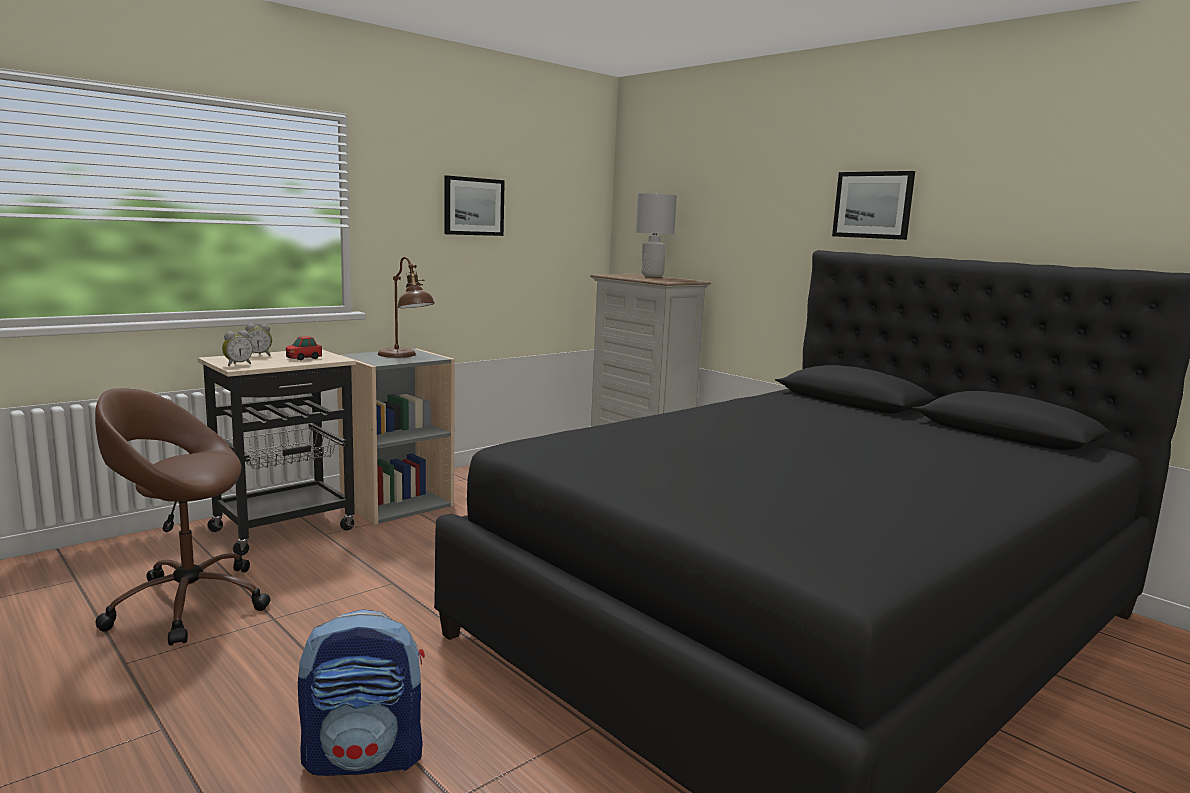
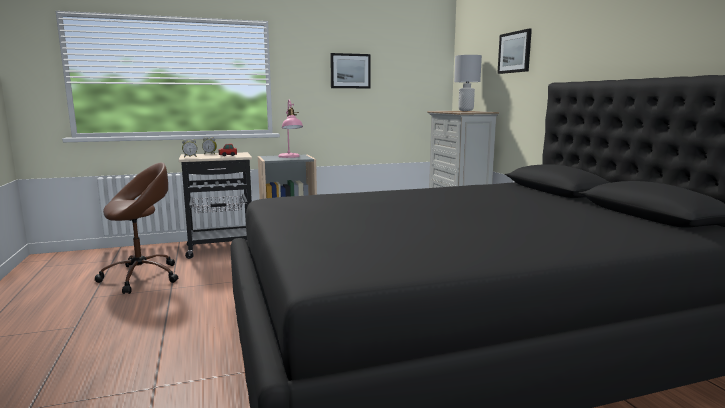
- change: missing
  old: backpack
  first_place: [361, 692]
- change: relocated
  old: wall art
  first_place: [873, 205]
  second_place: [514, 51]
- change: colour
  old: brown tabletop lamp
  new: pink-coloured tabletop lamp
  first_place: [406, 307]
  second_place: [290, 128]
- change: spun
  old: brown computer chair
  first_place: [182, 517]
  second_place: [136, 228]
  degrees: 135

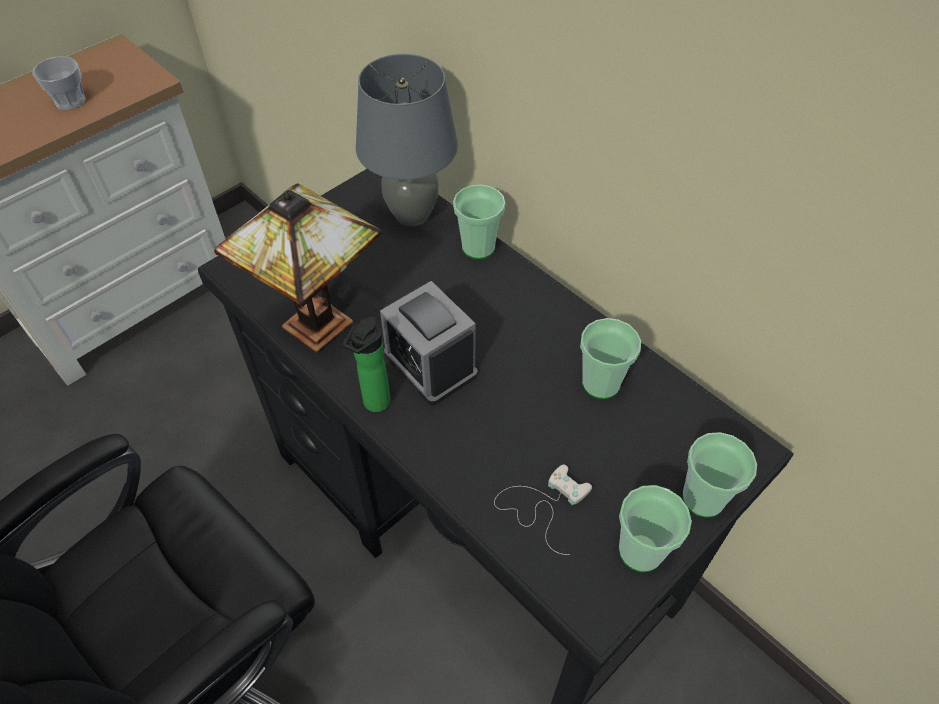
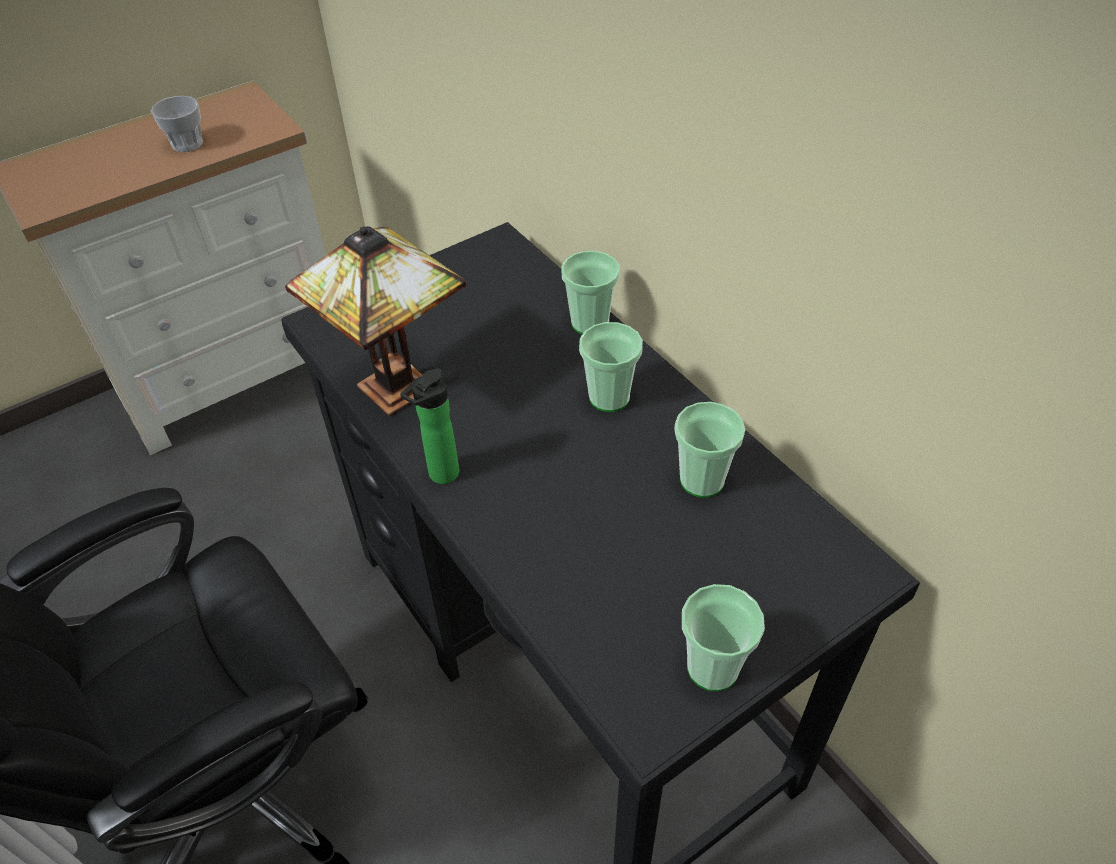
- change: missing
  old: gray tabletop lamp
  first_place: [407, 140]
- change: missing
  old: table clock
  first_place: [429, 343]
- change: missing
  old: whitish game controller
  first_place: [543, 509]
- change: relocated
  old: small cup
  first_place: [719, 475]
  second_place: [611, 367]

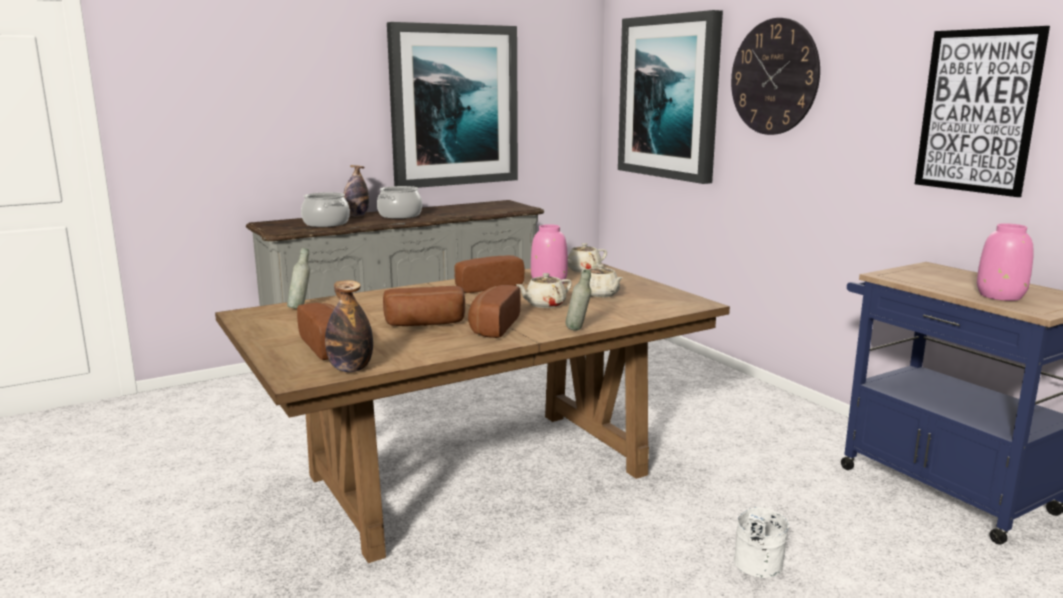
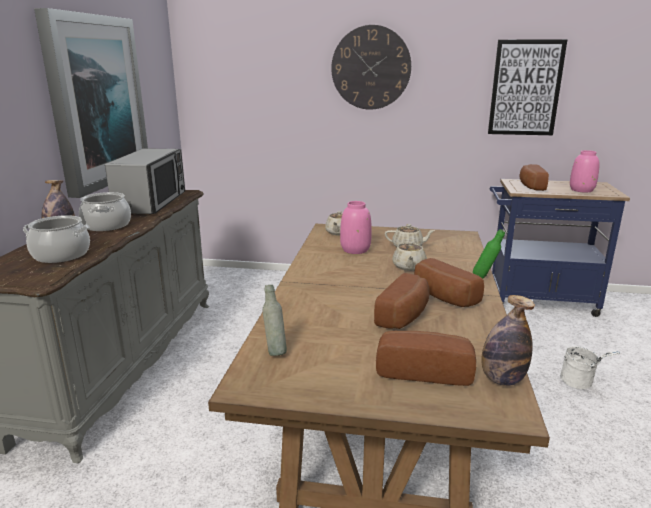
- change: missing
  old: wall art
  first_place: [670, 97]
- change: appeared
  new: microwave oven
  second_place: [145, 181]
- change: relocated
  old: bread
  first_place: [489, 274]
  second_place: [534, 177]
- change: colour
  old: gray beverage bottle
  new: greenish beverage bottle
  first_place: [578, 299]
  second_place: [489, 254]

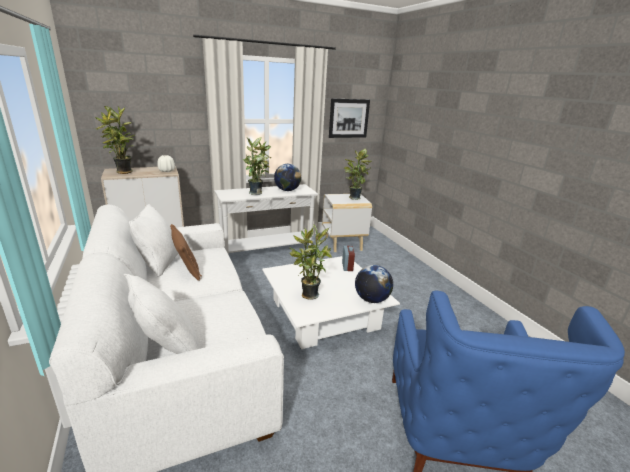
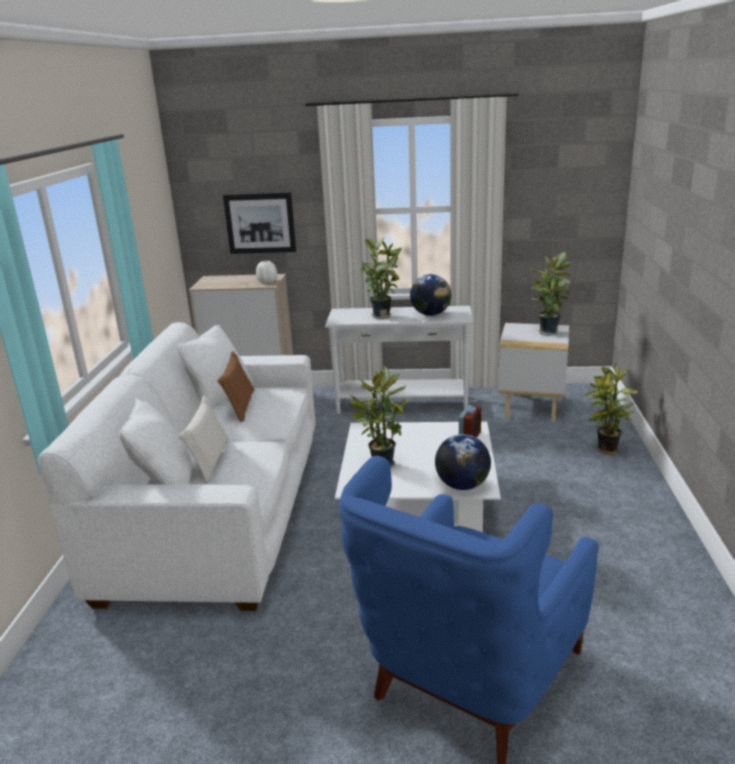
- change: appeared
  new: whitish throw pillow
  second_place: [203, 440]
- change: relocated
  old: plant in a pot
  first_place: [115, 140]
  second_place: [610, 409]
- change: relocated
  old: wall art
  first_place: [349, 118]
  second_place: [259, 223]

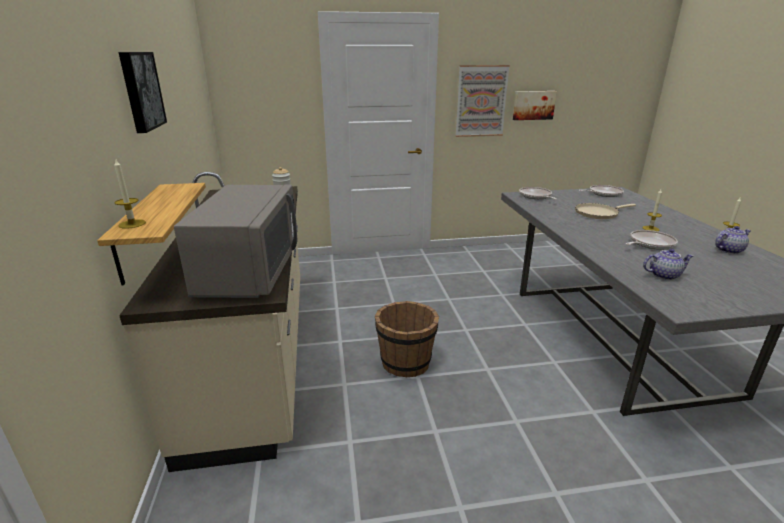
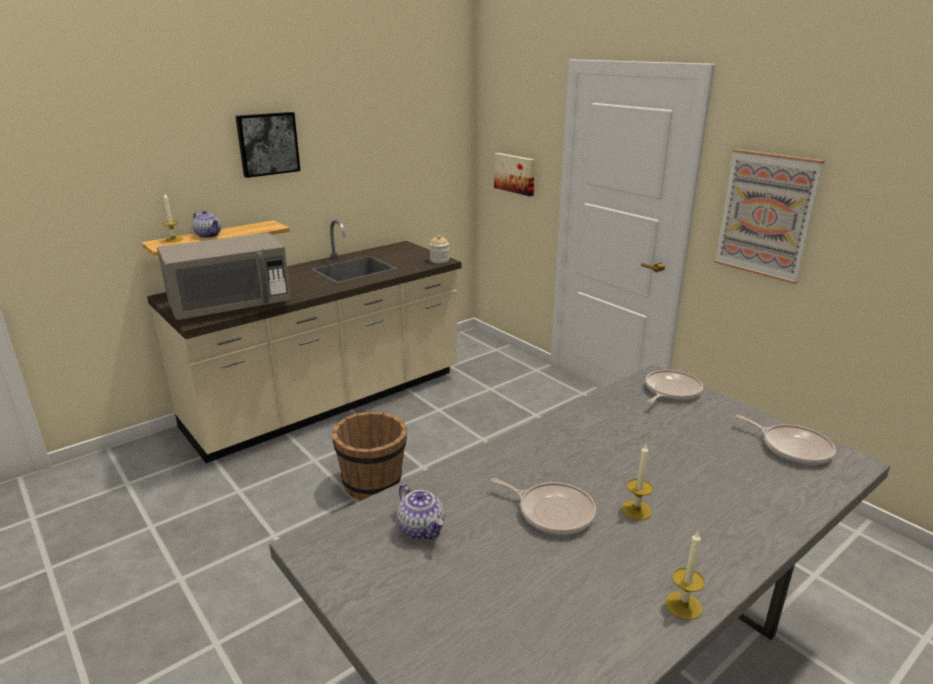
- change: missing
  old: sand-coloured skillet
  first_place: [605, 211]
- change: relocated
  old: wall art
  first_place: [535, 105]
  second_place: [514, 174]
- change: relocated
  old: teapot
  first_place: [733, 240]
  second_place: [207, 224]

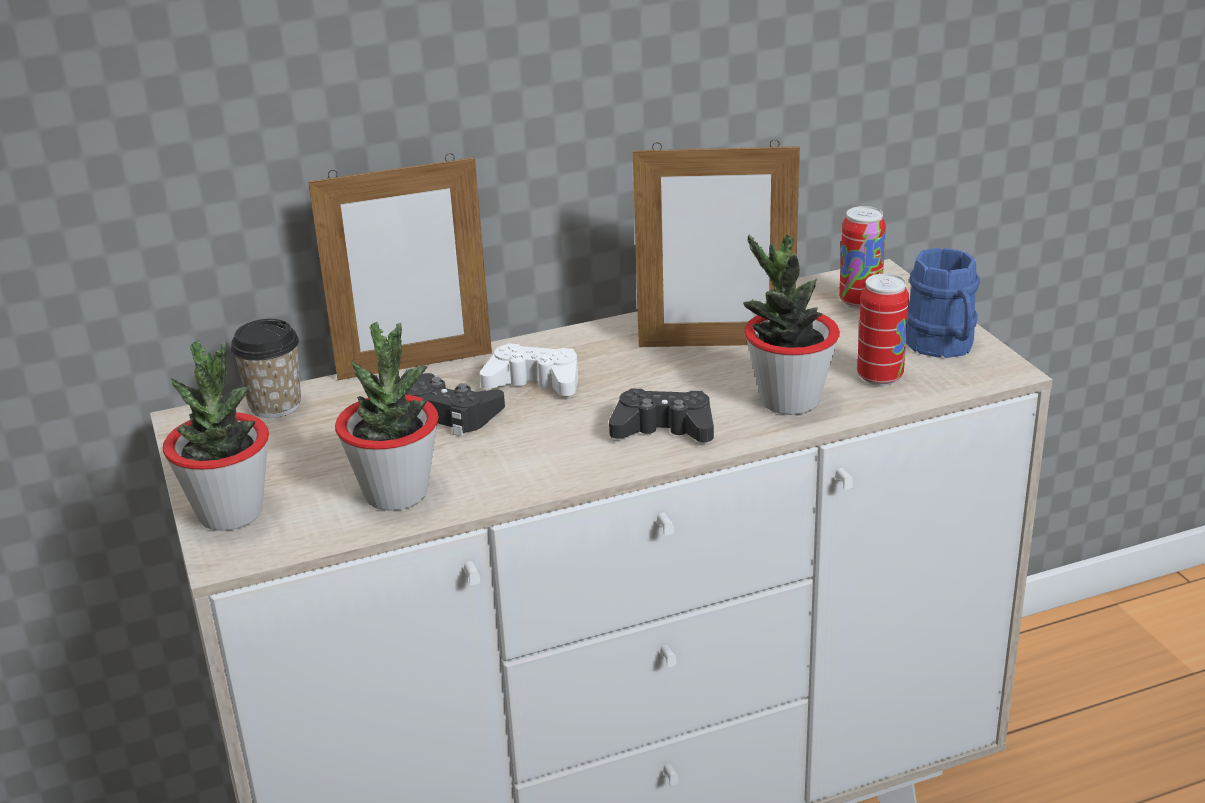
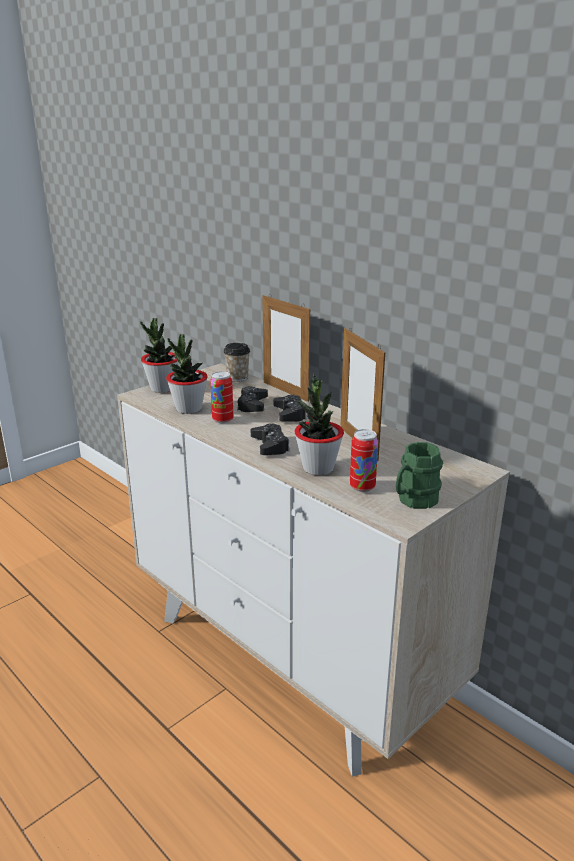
- change: relocated
  old: metal can
  first_place: [862, 257]
  second_place: [222, 397]
- change: colour
  old: whitish game controller
  new: black-coloured game controller
  first_place: [529, 369]
  second_place: [290, 408]
- change: colour
  old: bluish tea mug
  new: greenish tea mug
  first_place: [943, 303]
  second_place: [419, 475]

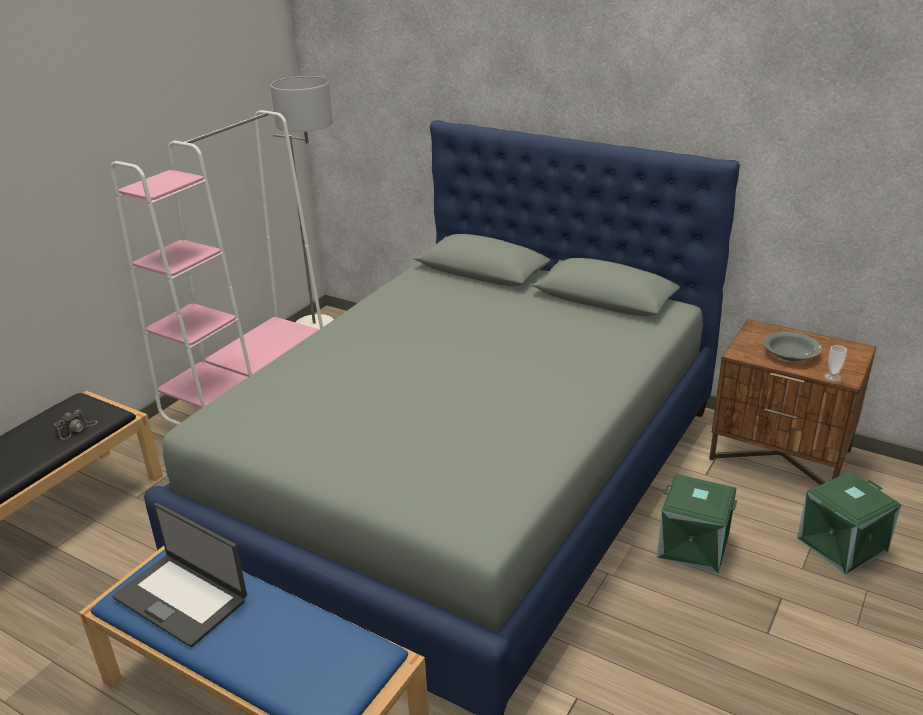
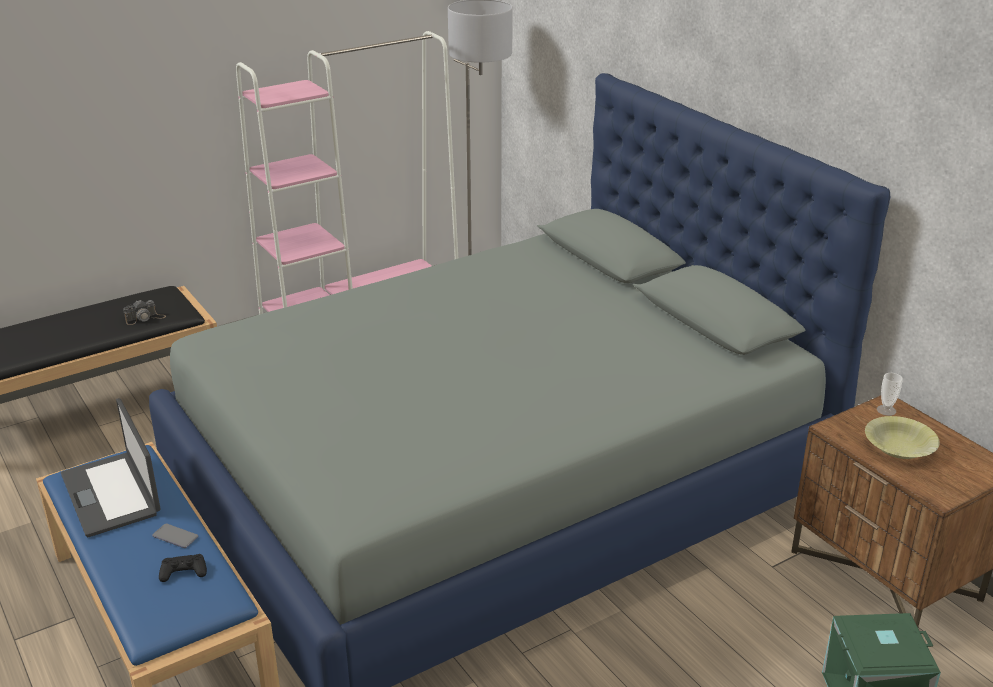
- change: missing
  old: greenish storage container
  first_place: [697, 524]
- change: appeared
  new: handset
  second_place: [175, 536]
- change: appeared
  new: black-coloured game controller
  second_place: [183, 568]
- change: relocated
  old: small cup
  first_place: [835, 363]
  second_place: [890, 394]
- change: colour
  old: gray deep dish
  new: yellowish deep dish
  first_place: [793, 346]
  second_place: [902, 437]

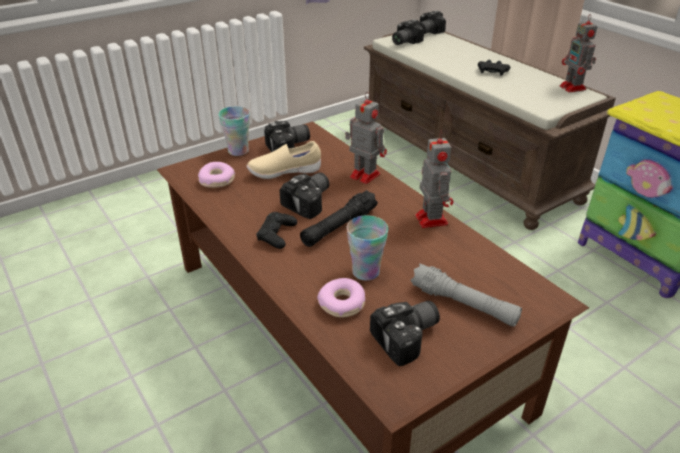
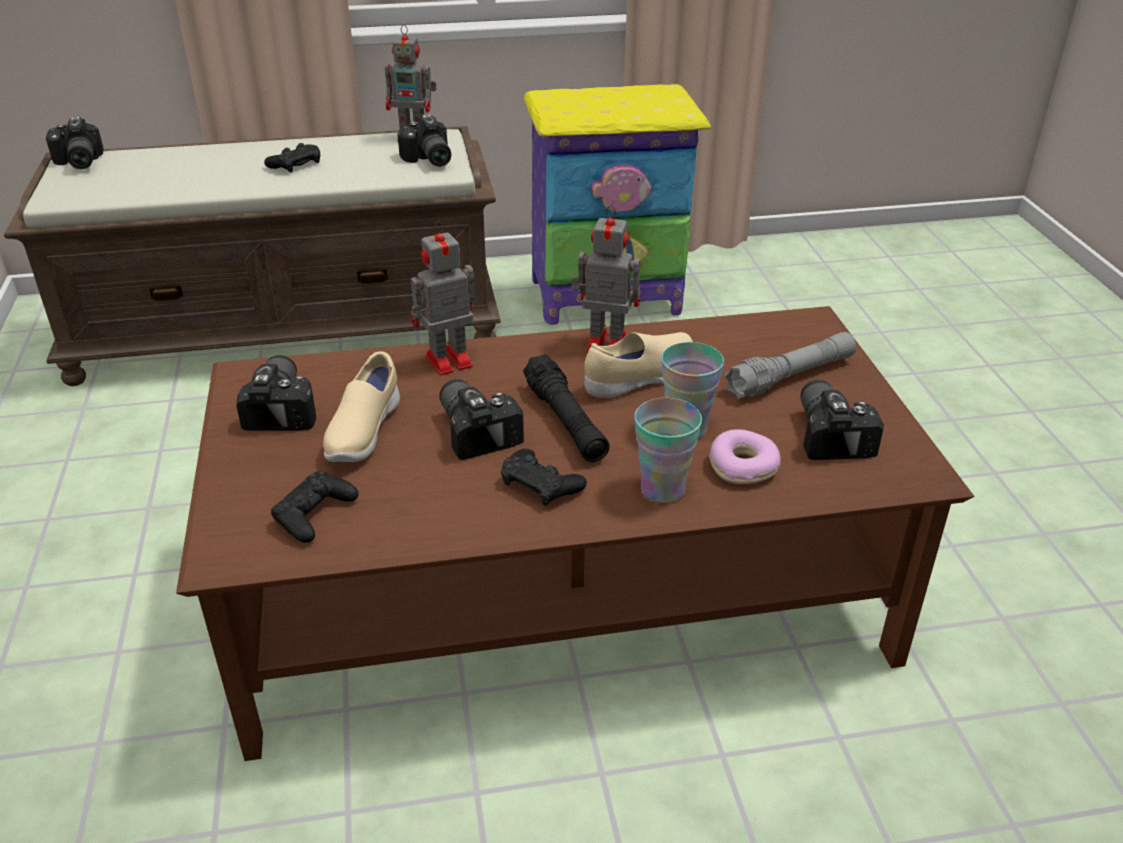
- change: appeared
  new: sand-coloured item of footwear
  second_place: [638, 365]
- change: relocated
  old: small cup
  first_place: [234, 131]
  second_place: [668, 450]
- change: relocated
  old: still camera
  first_place: [408, 32]
  second_place: [424, 141]
- change: exchanged
  old: doughnut
  new: black-coloured game controller
  first_place: [216, 175]
  second_place: [315, 507]

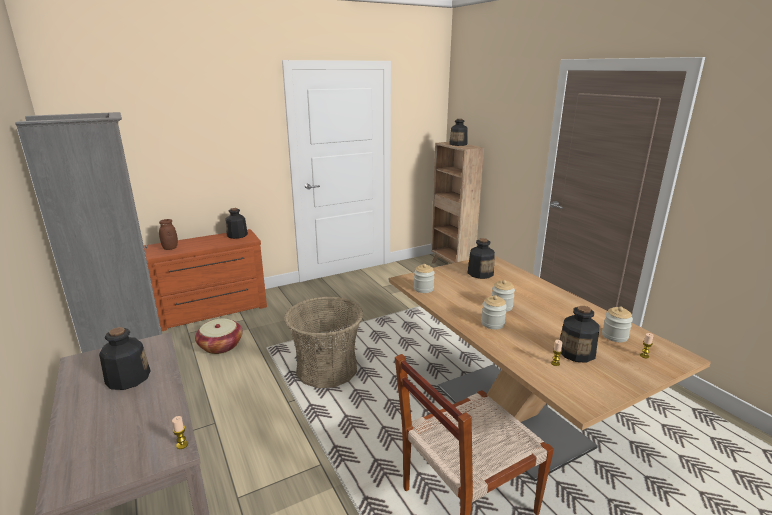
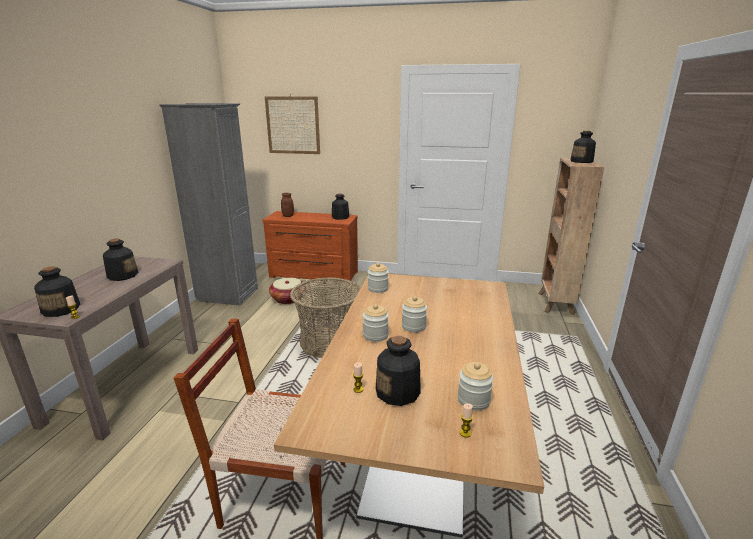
- change: appeared
  new: wall art
  second_place: [292, 124]
- change: relocated
  old: beverage bottle
  first_place: [481, 258]
  second_place: [57, 291]

